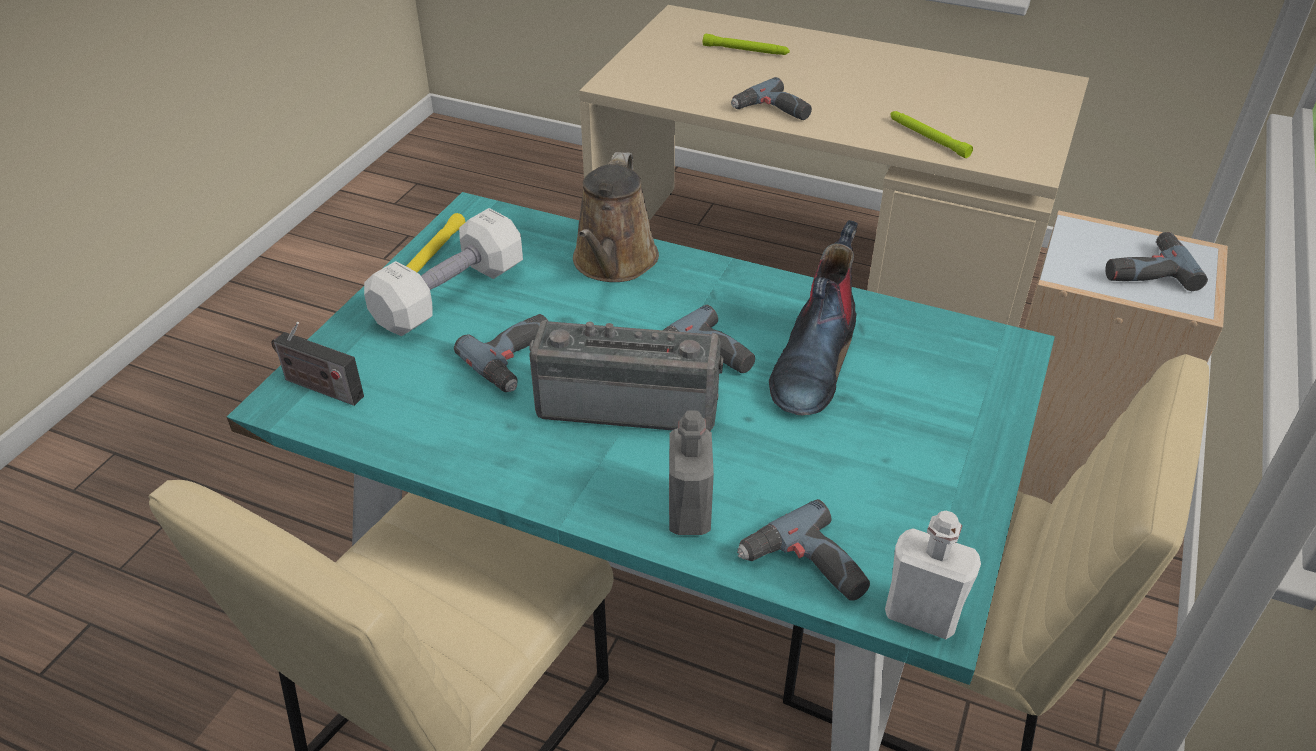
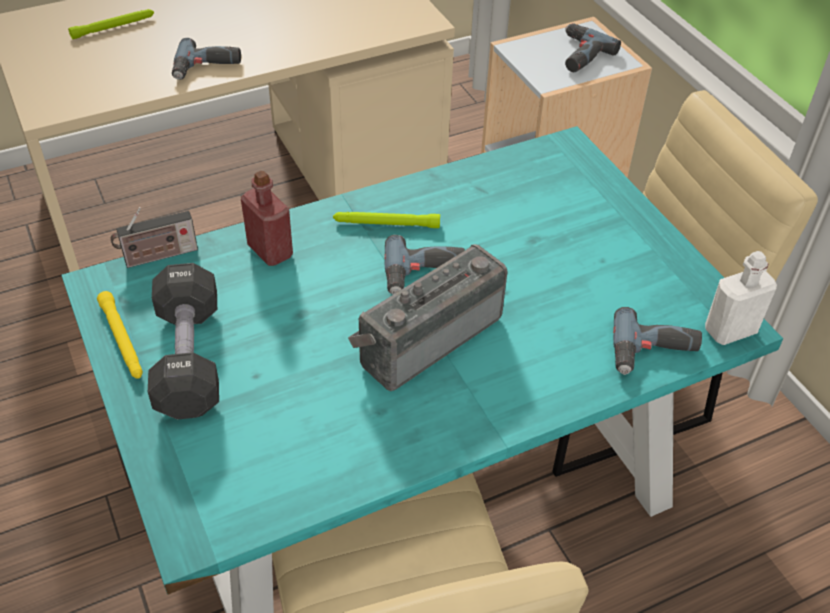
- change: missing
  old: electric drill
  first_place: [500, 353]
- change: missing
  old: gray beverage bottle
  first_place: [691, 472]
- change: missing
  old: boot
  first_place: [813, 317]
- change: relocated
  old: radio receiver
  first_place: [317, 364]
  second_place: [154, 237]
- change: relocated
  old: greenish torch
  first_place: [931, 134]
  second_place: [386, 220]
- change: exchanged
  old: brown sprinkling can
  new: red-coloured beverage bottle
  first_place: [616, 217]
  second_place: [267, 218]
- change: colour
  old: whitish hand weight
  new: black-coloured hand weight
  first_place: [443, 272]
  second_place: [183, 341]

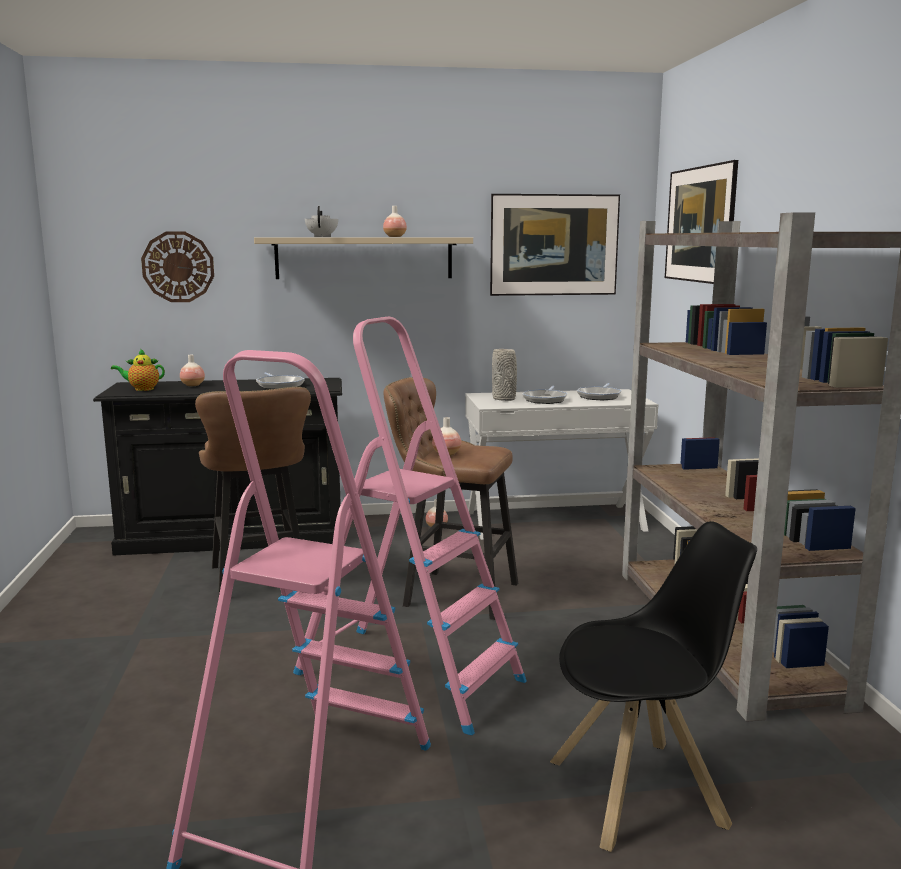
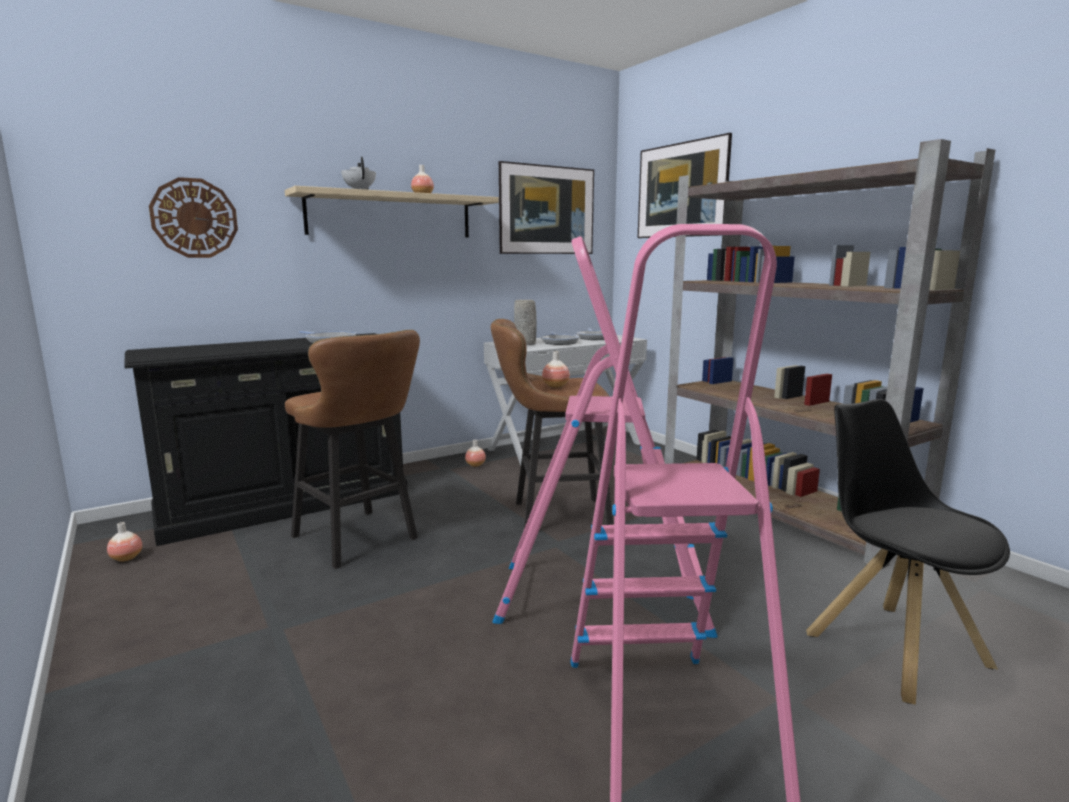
- change: missing
  old: teapot
  first_place: [138, 370]
- change: relocated
  old: decorative vase
  first_place: [192, 370]
  second_place: [124, 542]
- change: spun
  old: black-coloured plain chair
  first_place: [653, 686]
  second_place: [908, 552]
  degrees: -75

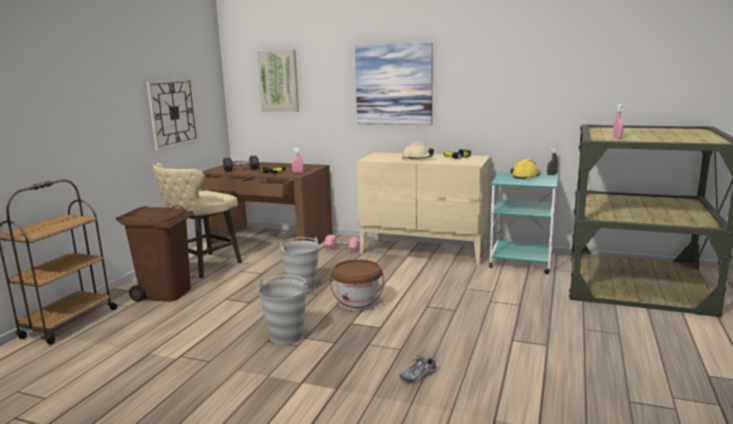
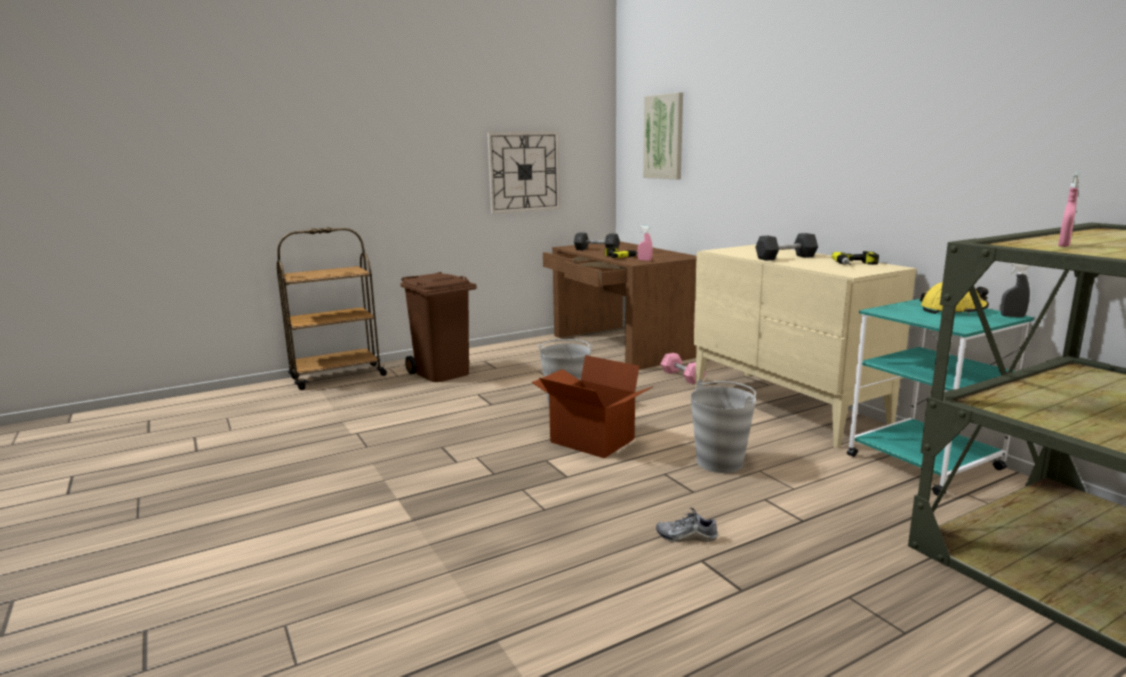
- change: missing
  old: sand-coloured stool
  first_place: [197, 220]
- change: missing
  old: wall art
  first_place: [394, 83]
- change: relocated
  old: gray bucket
  first_place: [283, 310]
  second_place: [723, 426]
- change: relocated
  old: item of footwear
  first_place: [418, 369]
  second_place: [687, 525]
- change: exchanged
  old: brown bucket
  new: cardboard box
  first_place: [357, 285]
  second_place: [593, 406]
- change: exchanged
  old: sand-coloured safety helmet
  new: gray hand weight
  first_place: [418, 151]
  second_place: [786, 247]

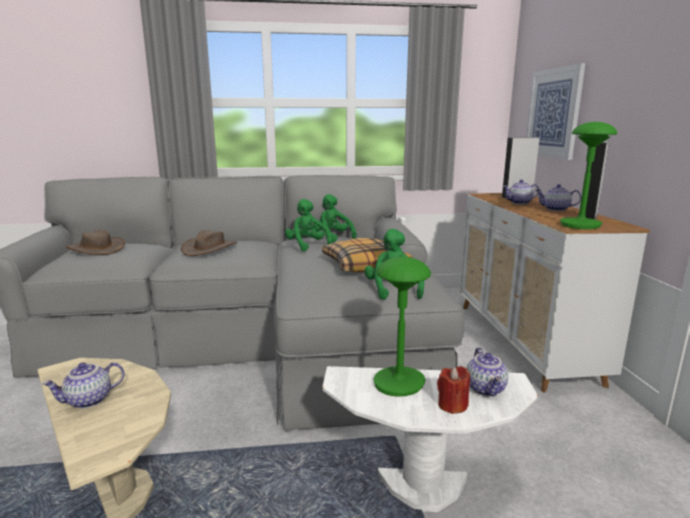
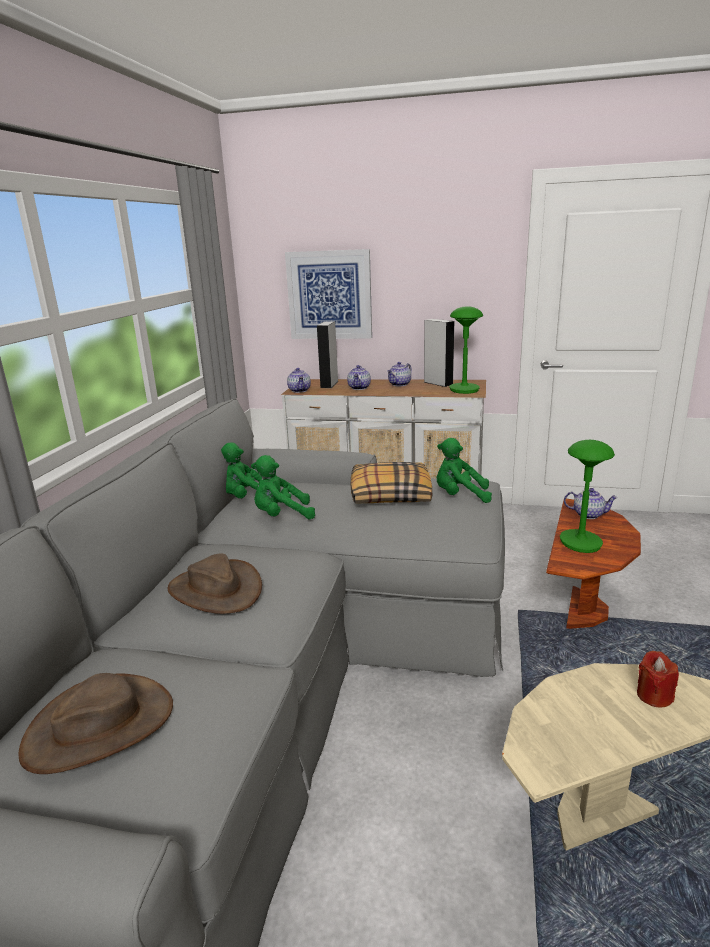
- change: relocated
  old: teapot
  first_place: [83, 385]
  second_place: [299, 380]
- change: relocated
  old: red-coloured wax candle
  first_place: [453, 390]
  second_place: [658, 679]
- change: colour
  old: whitish side table
  new: brown side table
  first_place: [430, 439]
  second_place: [593, 564]

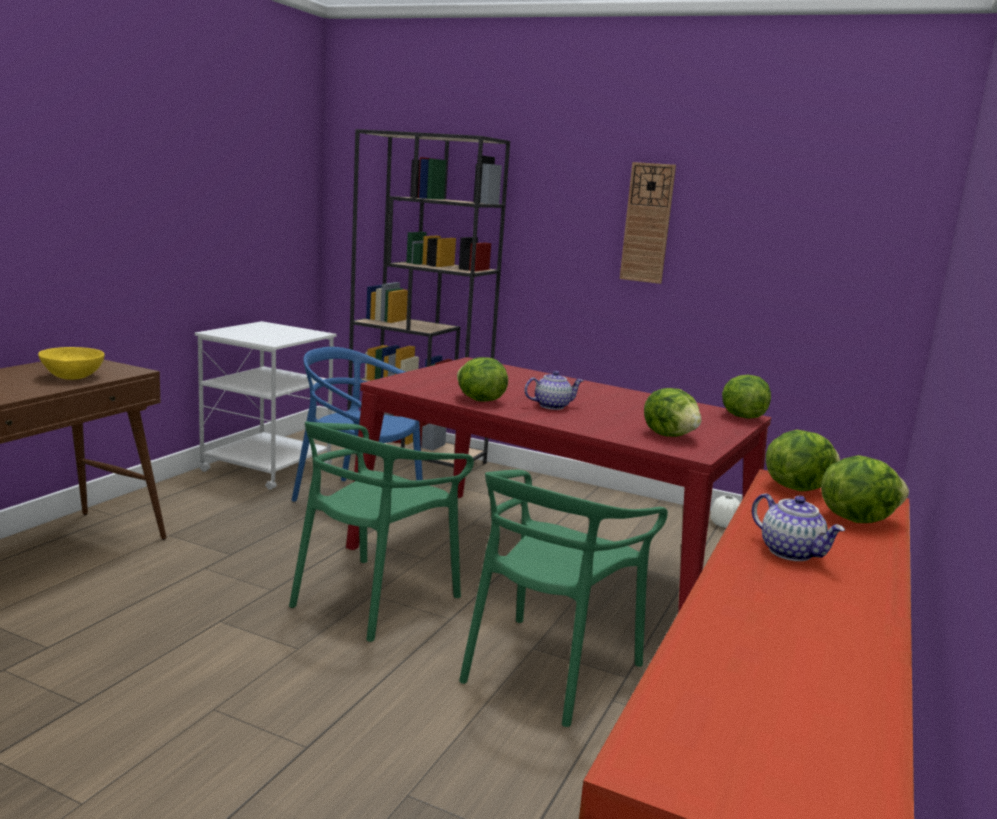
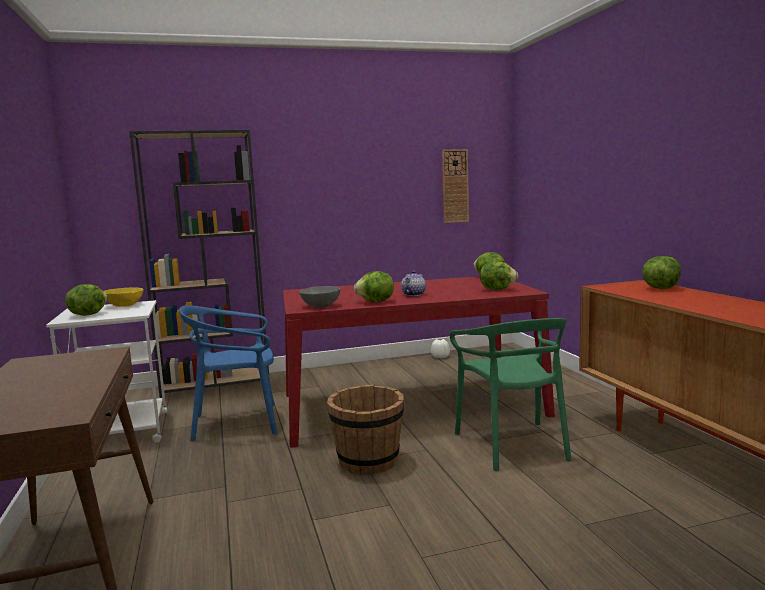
- change: missing
  old: teapot
  first_place: [798, 527]
- change: appeared
  new: gray deep dish
  second_place: [319, 297]
- change: relocated
  old: yellowish deep dish
  first_place: [71, 363]
  second_place: [123, 297]
- change: relocated
  old: wall clock
  first_place: [648, 223]
  second_place: [455, 186]
- change: relocated
  old: head of lettuce
  first_place: [803, 460]
  second_place: [86, 300]
- change: exchanged
  old: greenish plain chair
  new: brown bucket
  first_place: [381, 532]
  second_place: [365, 429]

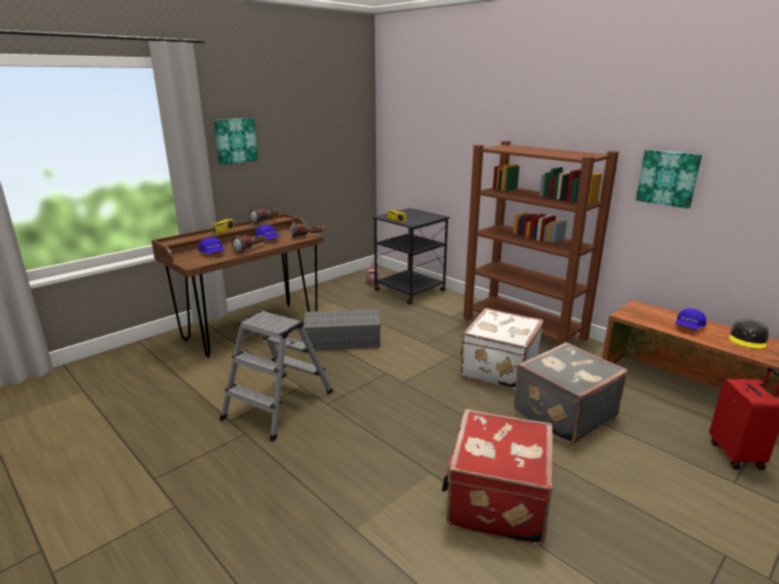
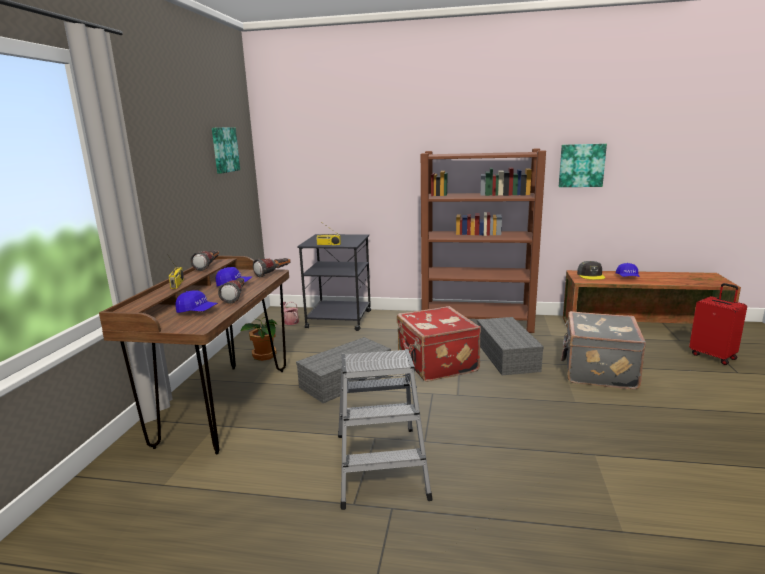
- change: appeared
  new: plant in a pot
  second_place: [258, 339]
- change: relocated
  old: wall art
  first_place: [236, 141]
  second_place: [226, 151]
- change: relocated
  old: red-coloured suitcase
  first_place: [497, 477]
  second_place: [439, 344]
- change: relocated
  old: gray baseball cap
  first_place: [749, 334]
  second_place: [591, 270]
- change: exchanged
  old: whitish suitcase
  new: gray storage container
  first_place: [502, 349]
  second_place: [510, 346]

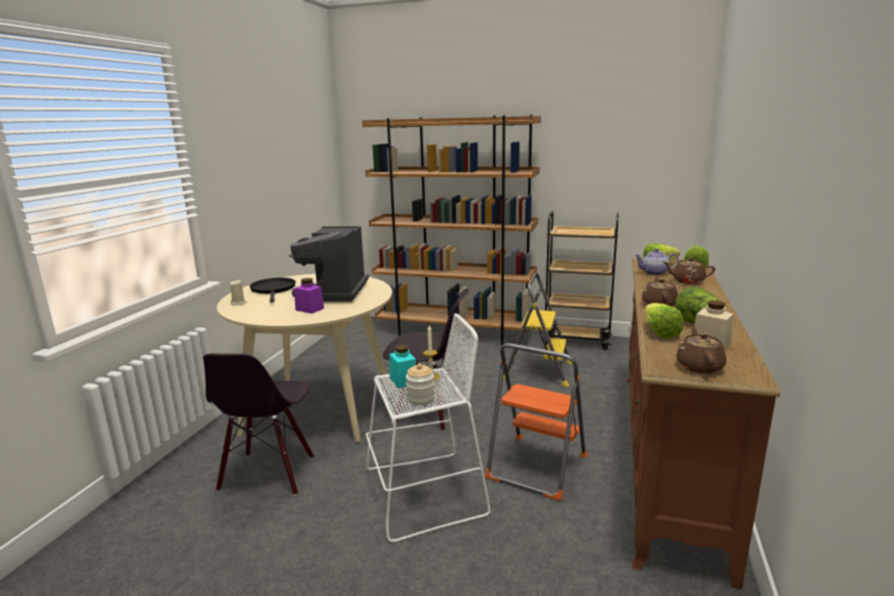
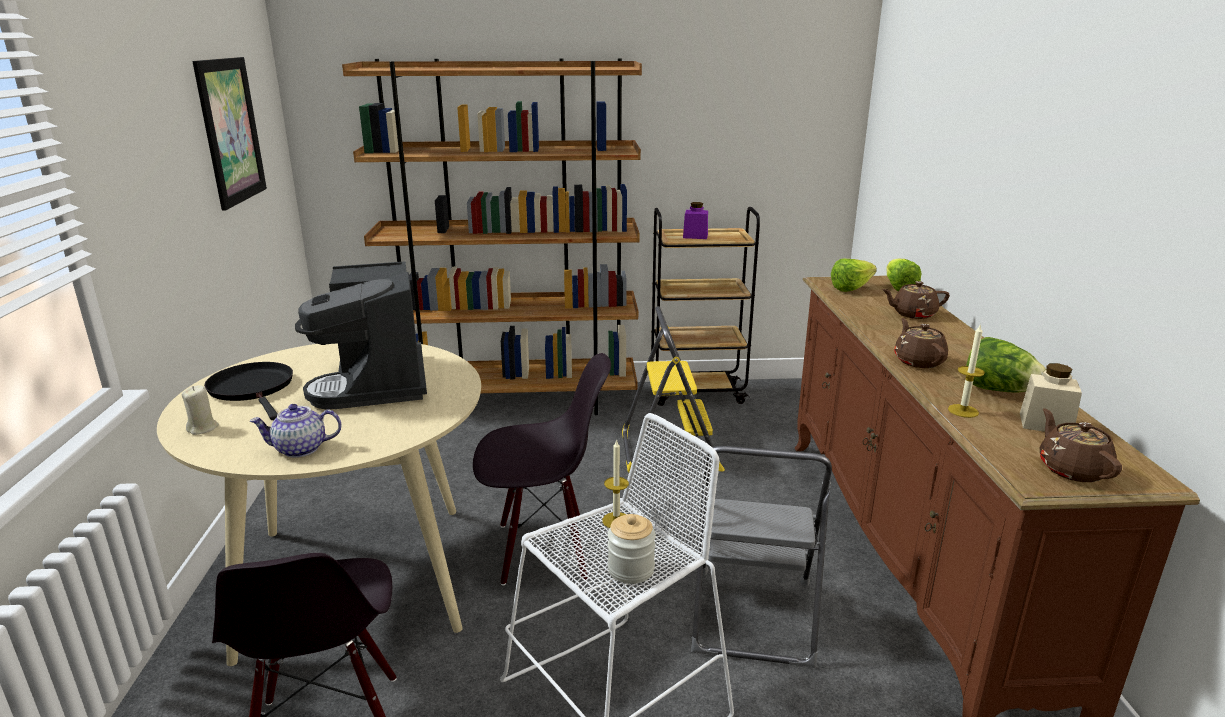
- change: missing
  old: blue-green jar
  first_place: [402, 367]
- change: appeared
  new: wall art
  second_place: [229, 134]
- change: relocated
  old: purple jar
  first_place: [309, 296]
  second_place: [695, 220]
- change: relocated
  old: teapot
  first_place: [657, 262]
  second_place: [295, 431]
- change: exchanged
  old: head of lettuce
  new: wax candle
  first_place: [664, 321]
  second_place: [966, 371]
- change: colour
  old: orange step stool
  new: gray step stool
  first_place: [536, 422]
  second_place: [761, 557]

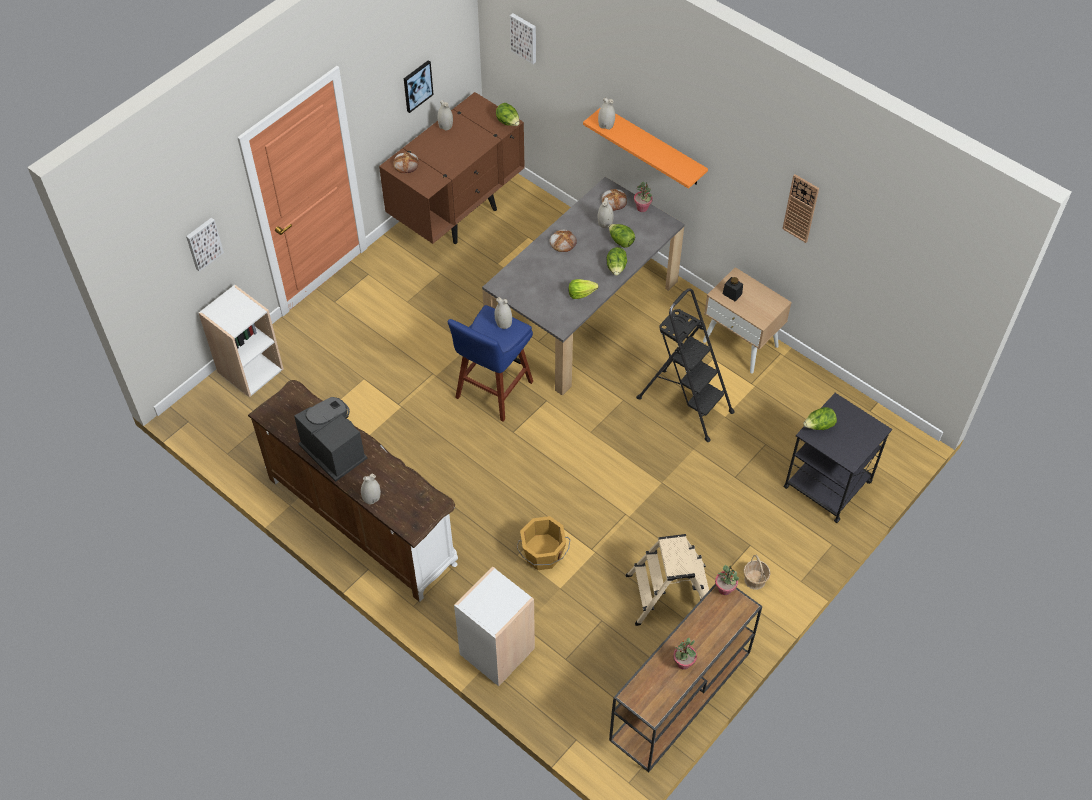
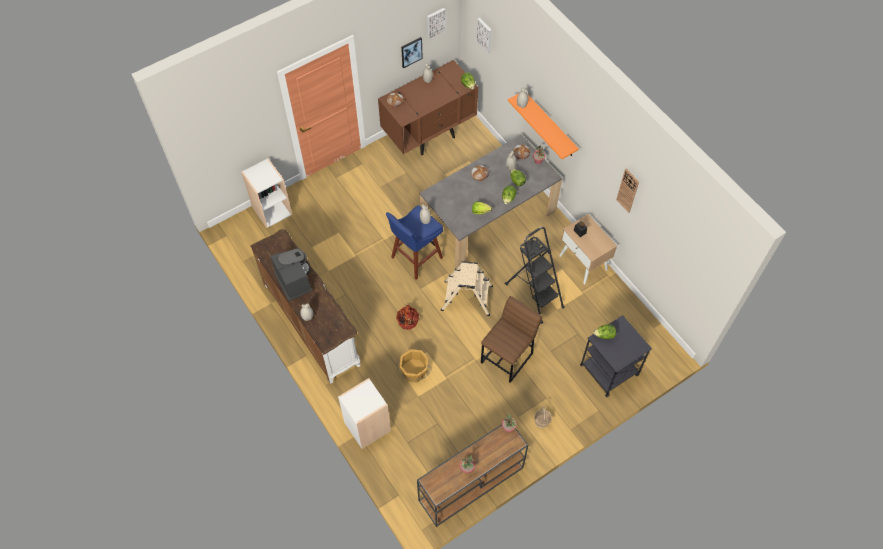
- change: appeared
  new: basket
  second_place: [407, 317]
- change: appeared
  new: brown plain chair
  second_place: [511, 339]
- change: relocated
  old: wall art
  first_place: [205, 245]
  second_place: [436, 24]
- change: relocated
  old: sand-coloured step stool
  first_place: [667, 580]
  second_place: [467, 288]

